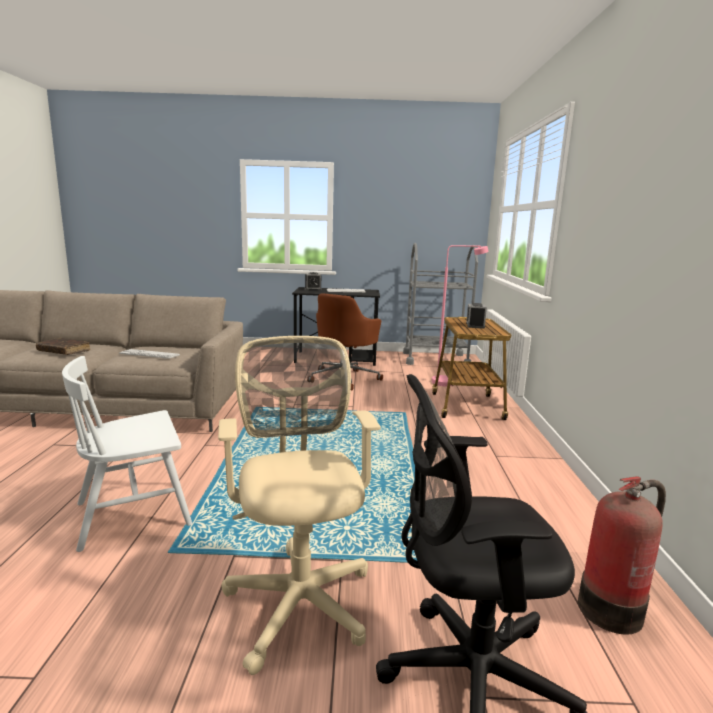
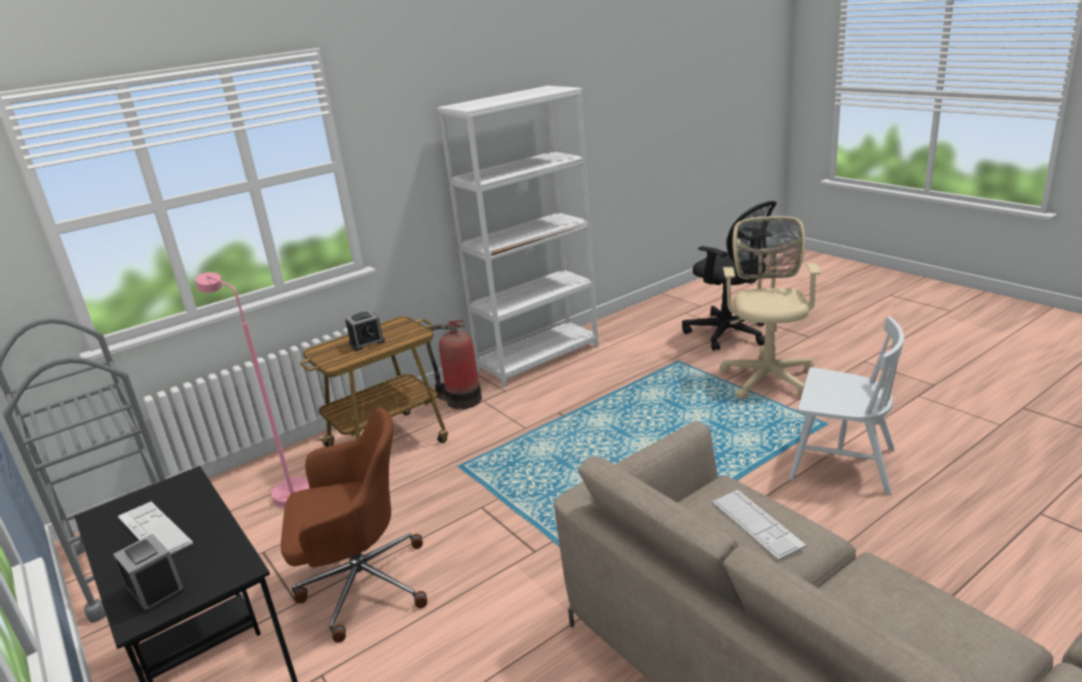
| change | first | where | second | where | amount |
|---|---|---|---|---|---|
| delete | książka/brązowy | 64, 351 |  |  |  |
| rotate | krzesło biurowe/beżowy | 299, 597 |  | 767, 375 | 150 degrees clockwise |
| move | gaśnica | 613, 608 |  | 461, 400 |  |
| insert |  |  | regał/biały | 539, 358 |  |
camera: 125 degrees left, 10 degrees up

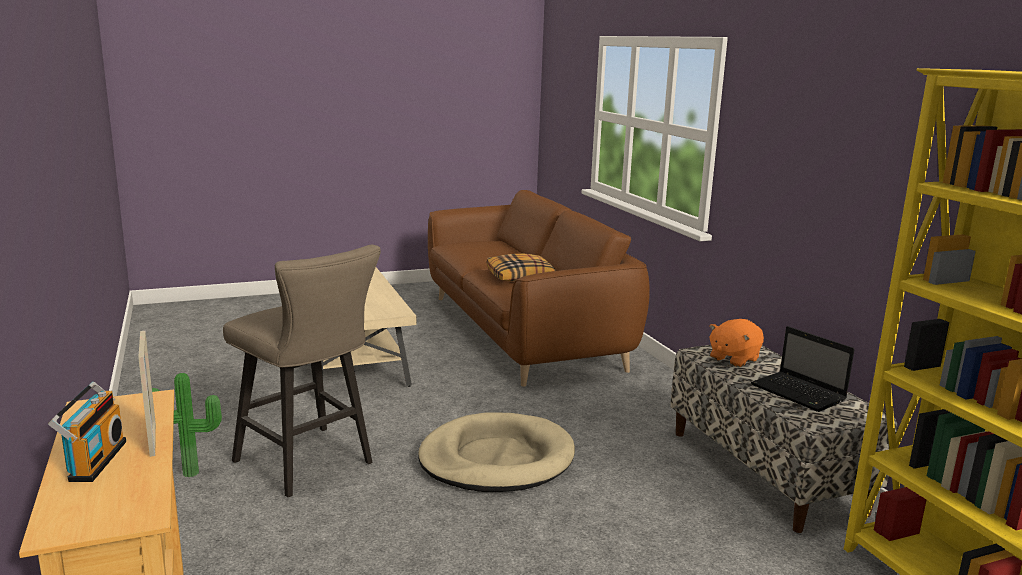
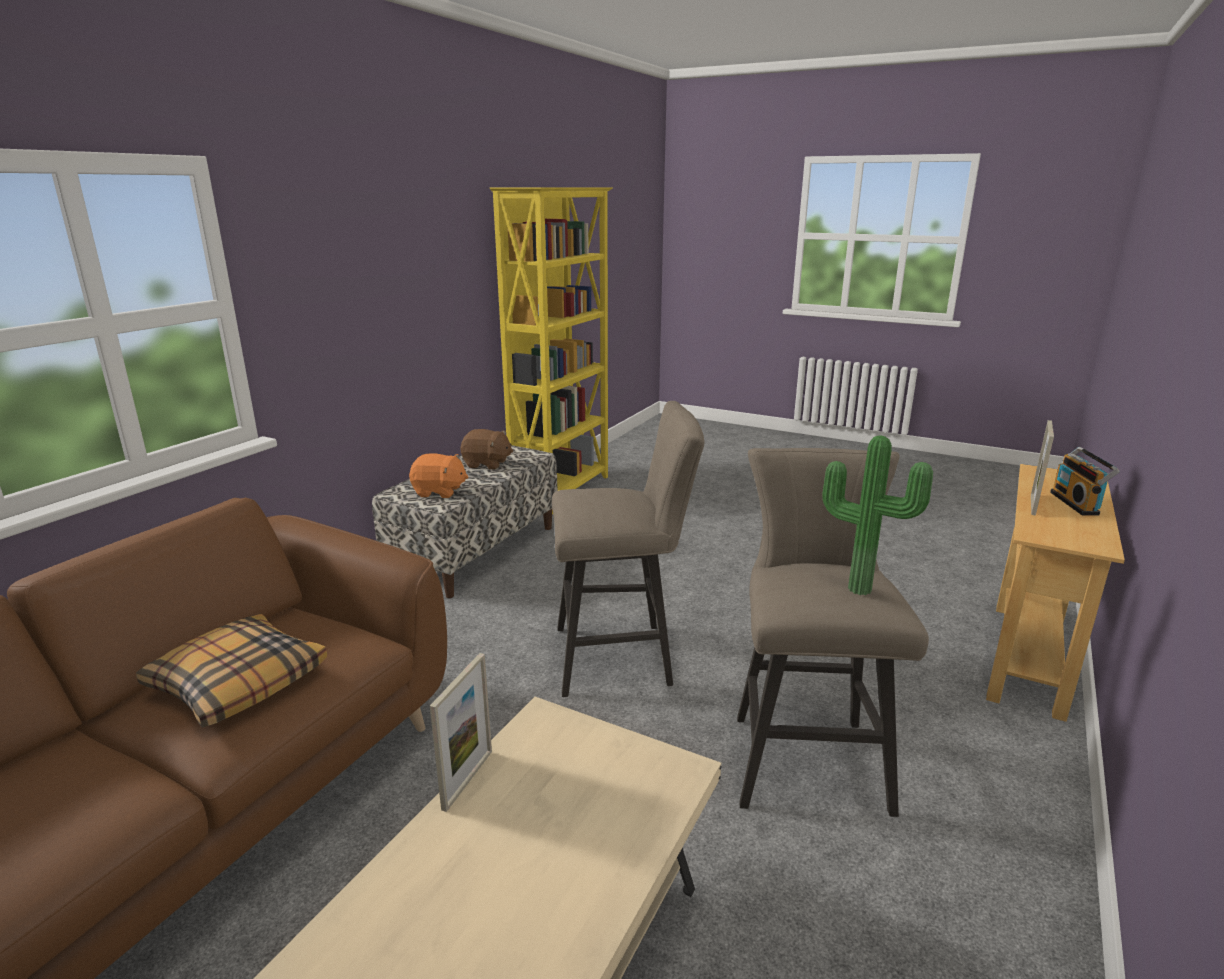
| change | first | where | second | where | amount |
|---|---|---|---|---|---|
| rotate | radio | 94, 461 |  | 1077, 503 | 45 degrees counterclockwise |
| move | roślina doniczkowa | 190, 474 |  | 860, 587 |  |
| replace | legowisko/beżowy | 496, 459 | stołek/beżowy | 622, 657 |  |
| replace | laptop | 800, 393 | pluszak/brązowy | 487, 464 |  |
| insert |  |  | ramka na zdjęcie | 467, 779 |  |
camera: 130 degrees left, 5 degrees up

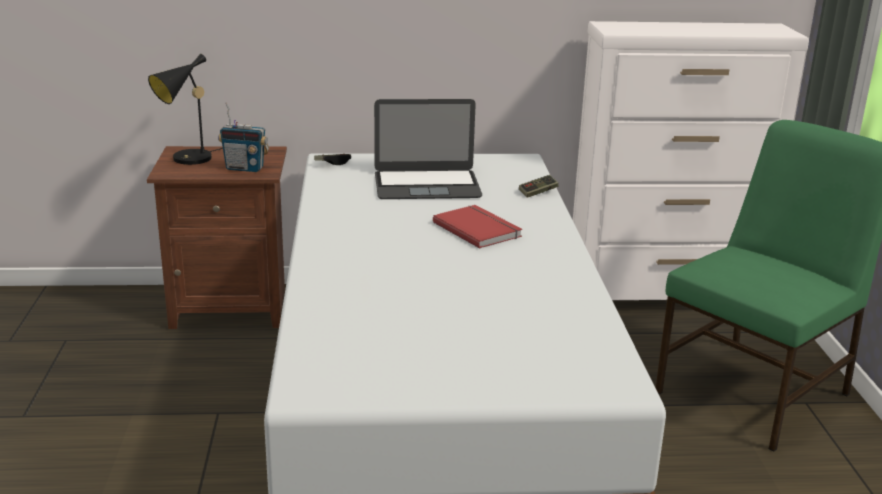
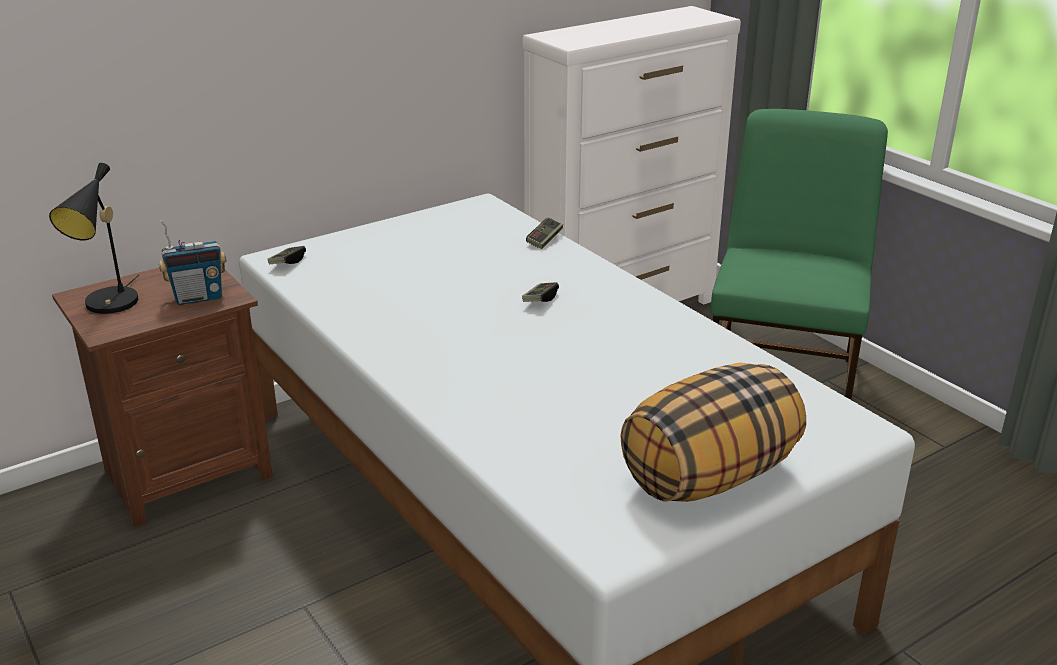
| change | first | where | second | where | amount |
|---|---|---|---|---|---|
| delete | laptop | 427, 185 |  |  |  |
| replace | książka/czerwony | 478, 229 | pad do gier | 540, 300 |  |
| insert |  |  | poduszka | 709, 476 |  |
camera: 30 degrees left, 5 degrees up

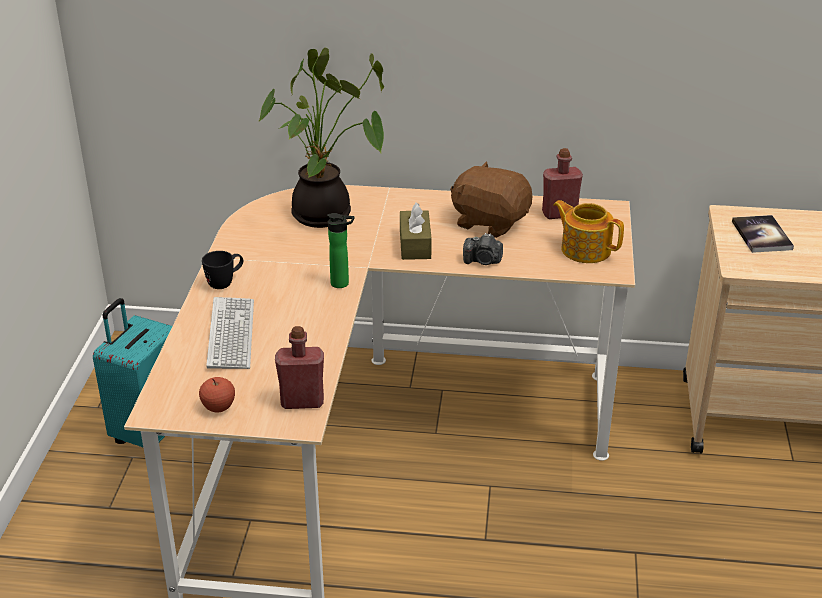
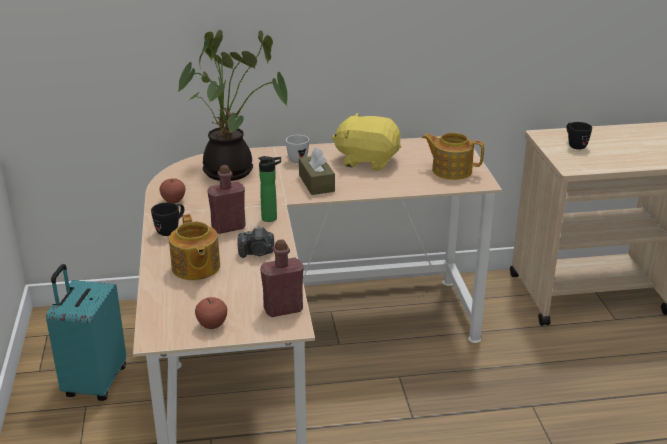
| change | first | where | second | where | amount |
|---|---|---|---|---|---|
| replace | klawiatura | 231, 334 | imbryk | 195, 268 |  |
| recolor | pluszak/brązowy | 490, 222 | pluszak/żółty | 367, 160 |  |
| move | aparat fotograficzny | 483, 261 |  | 257, 253 |  |
| move | butelka/czerwony | 559, 214 |  | 228, 227 |  |
| replace | książka | 761, 235 | kubek/czarny | 574, 145 |  |
| insert |  |  | jabłko | 173, 201 |  |
| insert |  |  | kubek/biały | 296, 159 |  |
camera: 15 degrees left, 5 degrees down

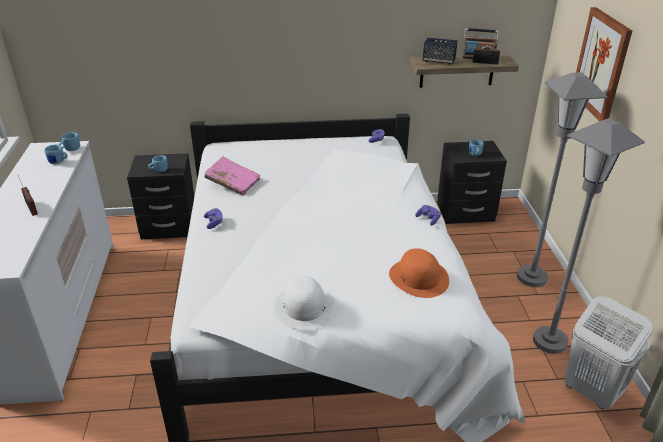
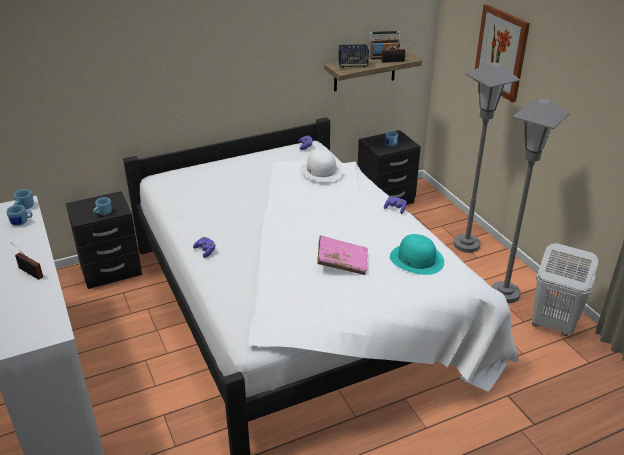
| change | first | where | second | where | amount |
|---|---|---|---|---|---|
| move | książka/różowy | 233, 183 |  | 342, 263 |  |
| move | kapelusz/biały | 304, 307 |  | 321, 171 |  |
| recolor | kapelusz/pomarańczowy | 419, 278 | kapelusz/turkusowy | 417, 259 |  |
camera: 20 degrees left, 0 degrees up

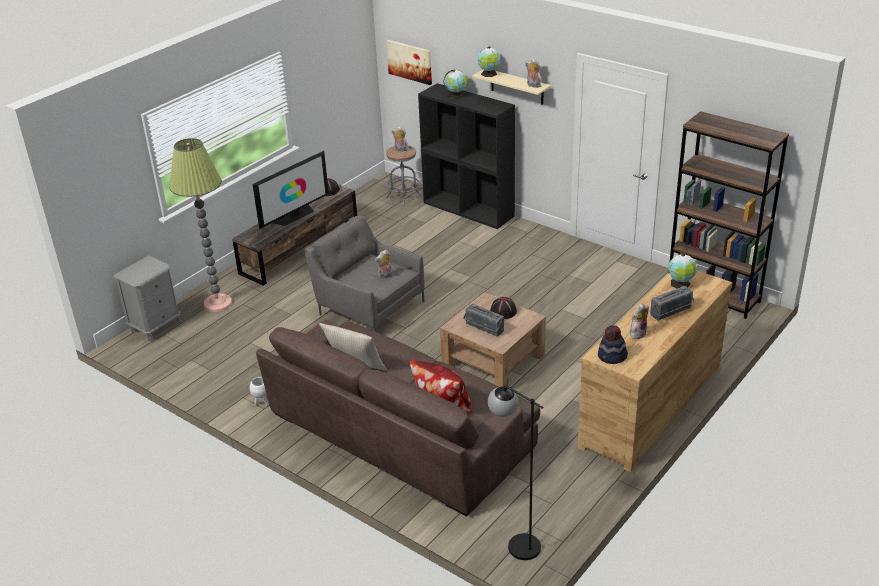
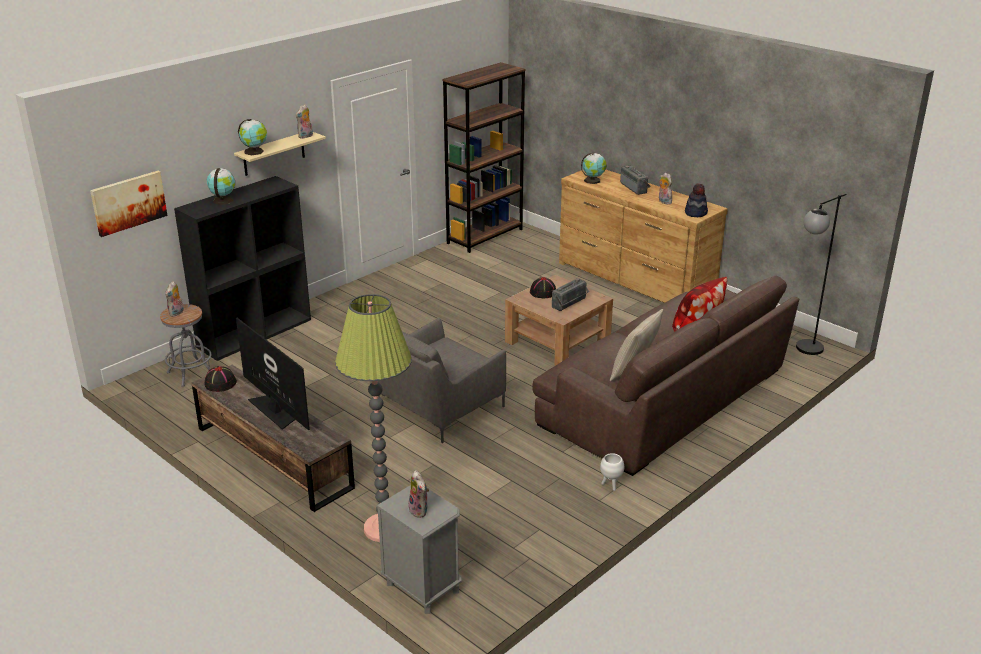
| change | first | where | second | where | amount |
|---|---|---|---|---|---|
| move | pluszak | 385, 276 |  | 420, 510 |  |
camera: 85 degrees left, 5 degrees down

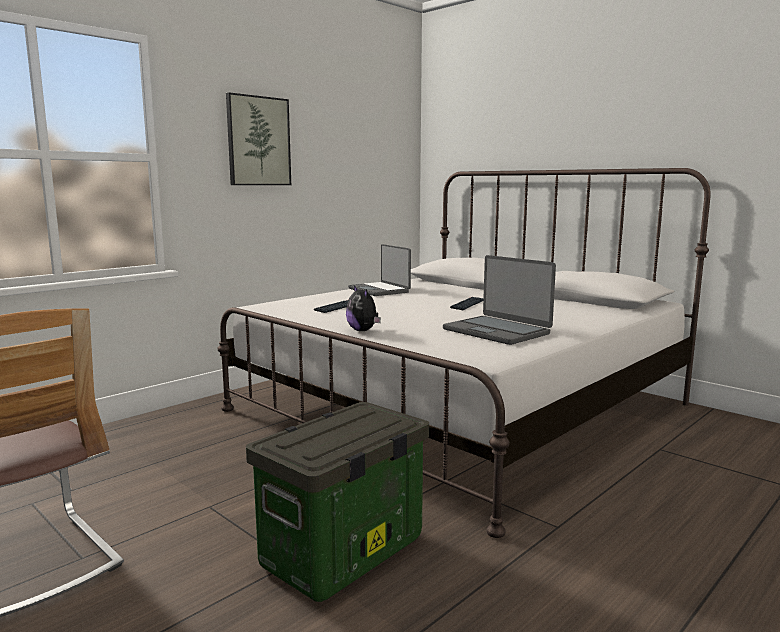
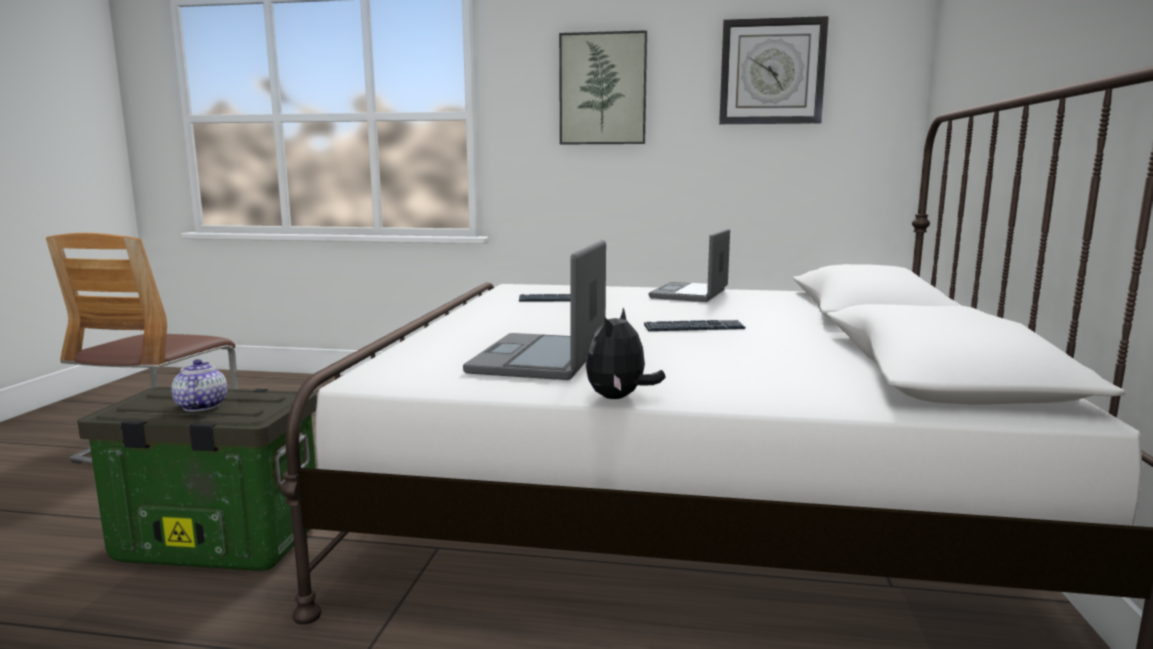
| change | first | where | second | where | amount |
|---|---|---|---|---|---|
| move | pluszak | 363, 330 |  | 619, 398 |  |
| insert |  |  | imbryk | 201, 406 |  |
| insert |  |  | zegar ścienny | 772, 72 |  |
camera: 55 degrees right, 0 degrees up

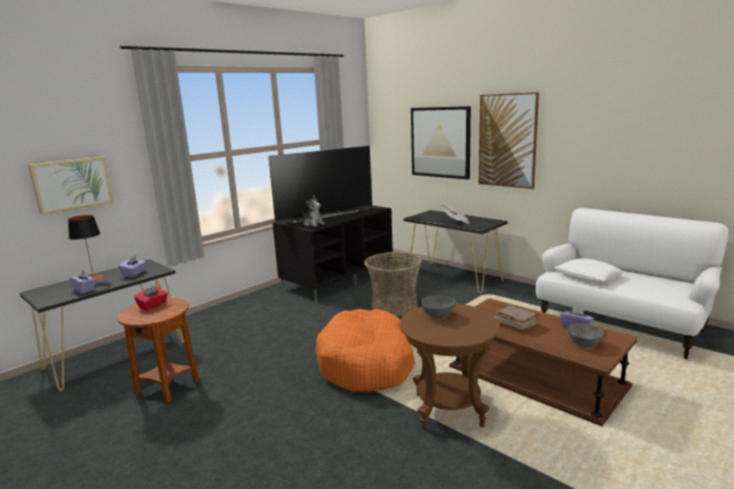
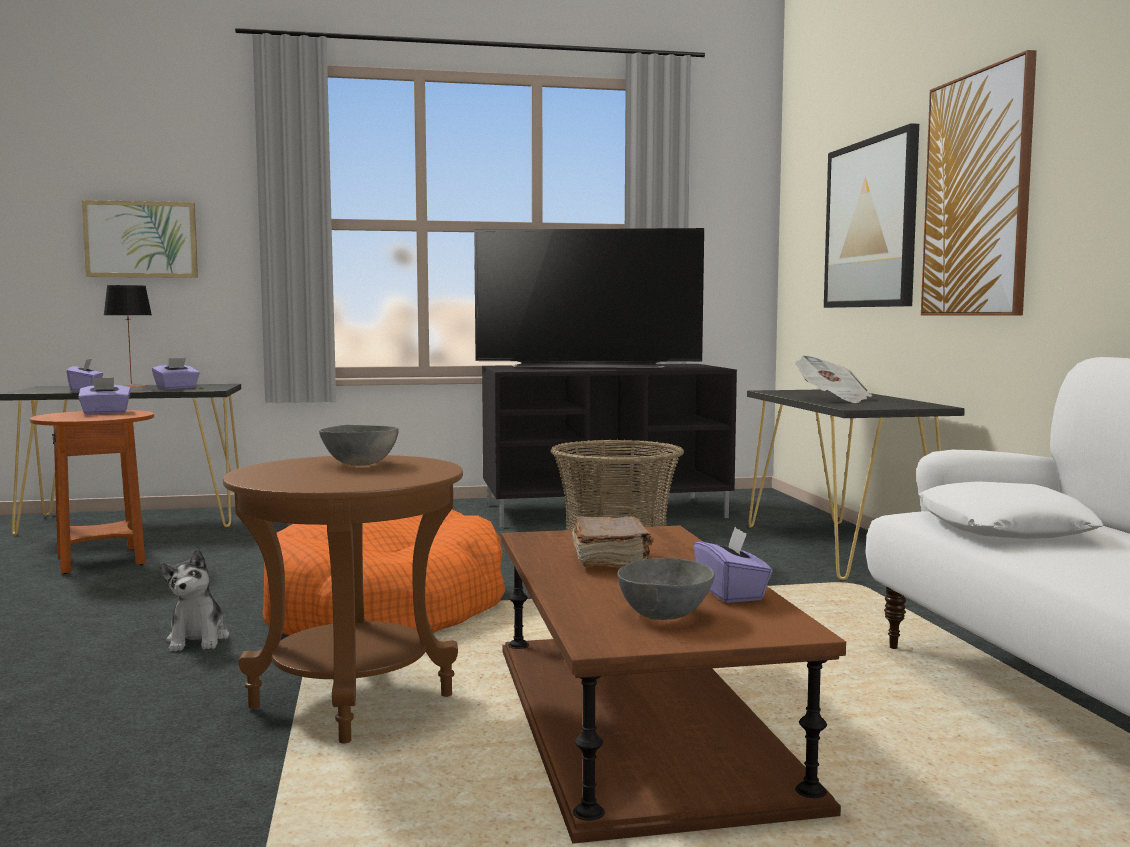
| change | first | where | second | where | amount |
|---|---|---|---|---|---|
| recolor | pudełko chusteczek/czerwony | 153, 306 | pudełko chusteczek/fioletowy | 105, 413 |  |
| move | pluszak | 313, 224 |  | 198, 639 |  |
camera: 35 degrees right, 10 degrees down

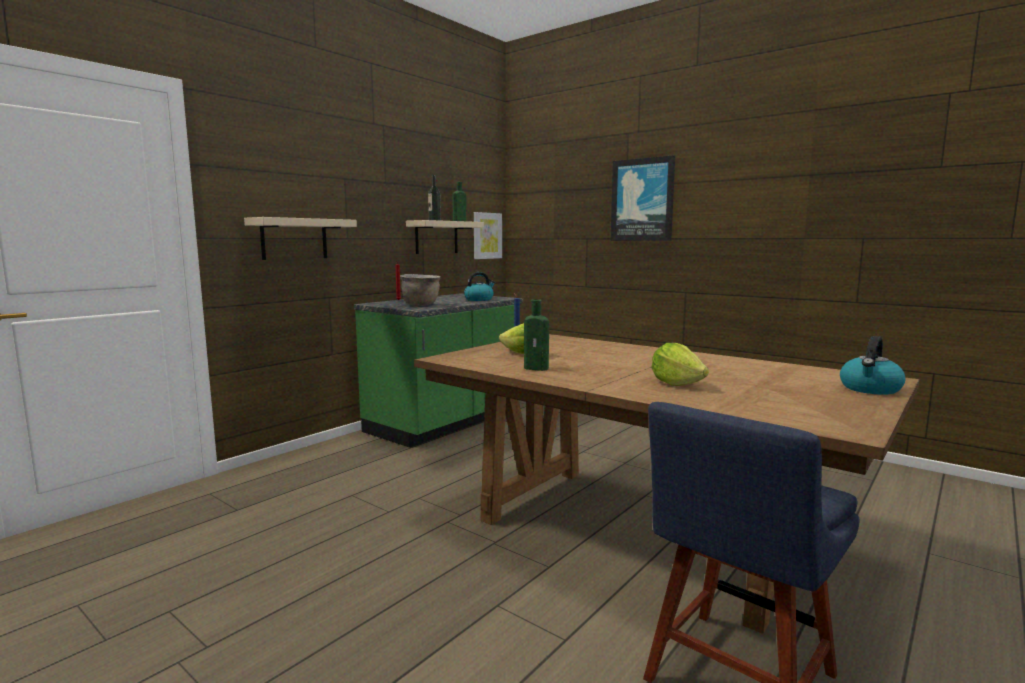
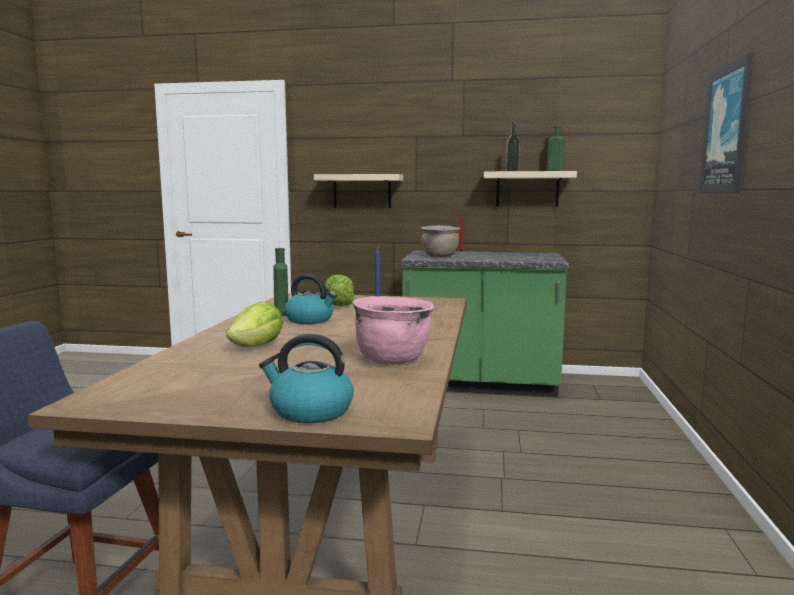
| change | first | where | second | where | amount |
|---|---|---|---|---|---|
| move | czajnik | 479, 299 |  | 310, 320 |  |
| delete | obraz | 487, 235 |  |  |  |
| insert |  |  | garnek/różowy | 393, 360 |  |
camera: 60 degrees right, 0 degrees up

